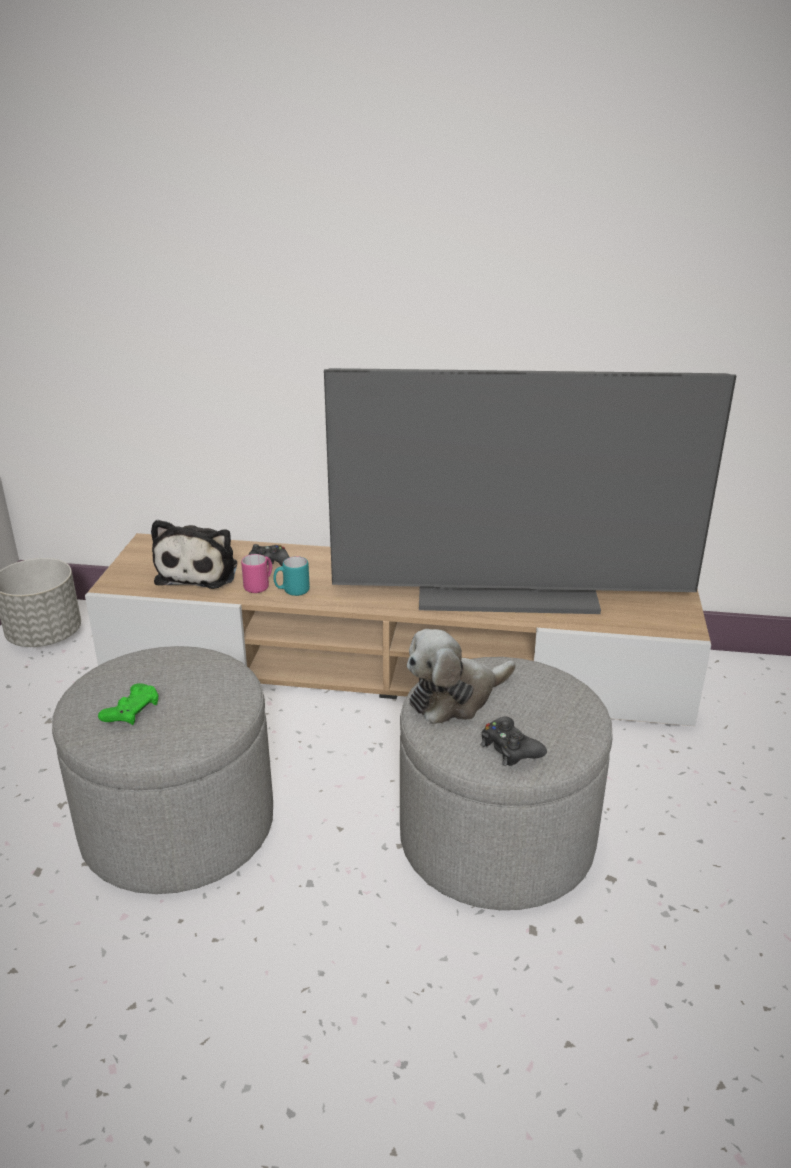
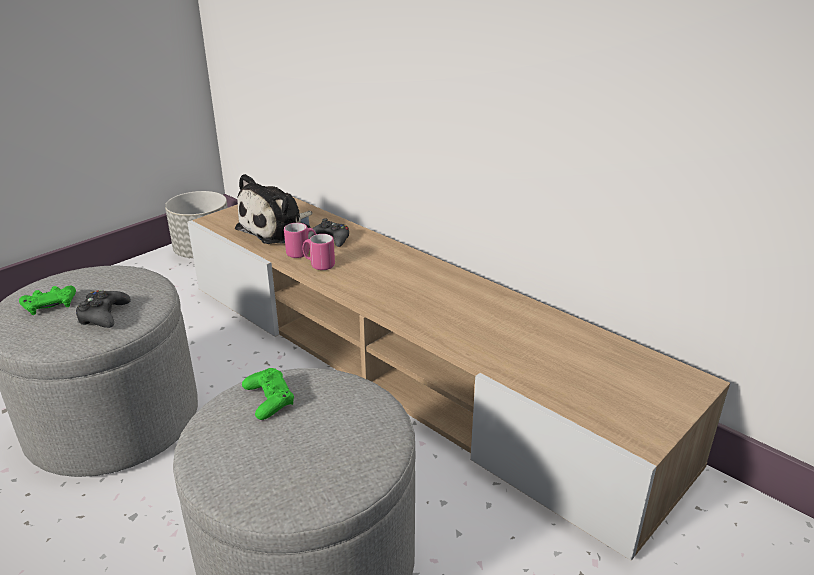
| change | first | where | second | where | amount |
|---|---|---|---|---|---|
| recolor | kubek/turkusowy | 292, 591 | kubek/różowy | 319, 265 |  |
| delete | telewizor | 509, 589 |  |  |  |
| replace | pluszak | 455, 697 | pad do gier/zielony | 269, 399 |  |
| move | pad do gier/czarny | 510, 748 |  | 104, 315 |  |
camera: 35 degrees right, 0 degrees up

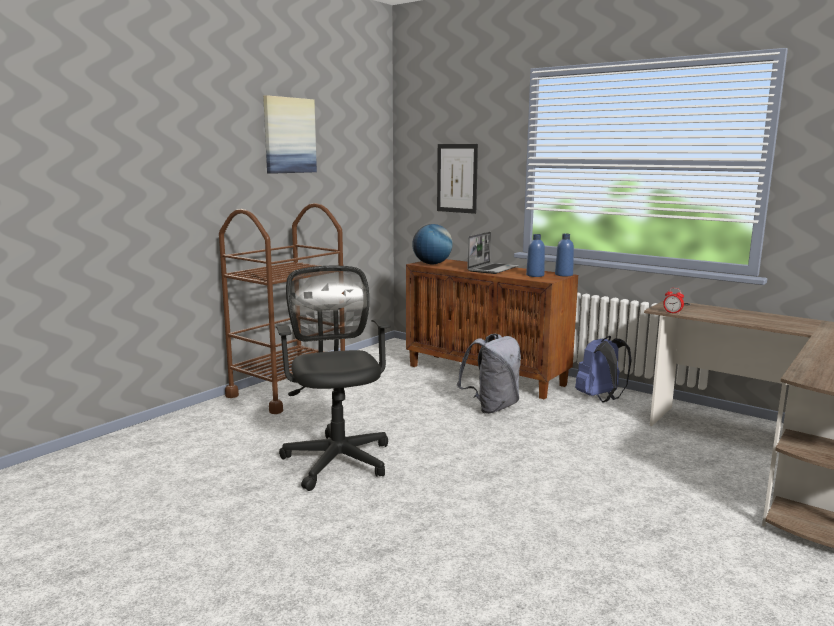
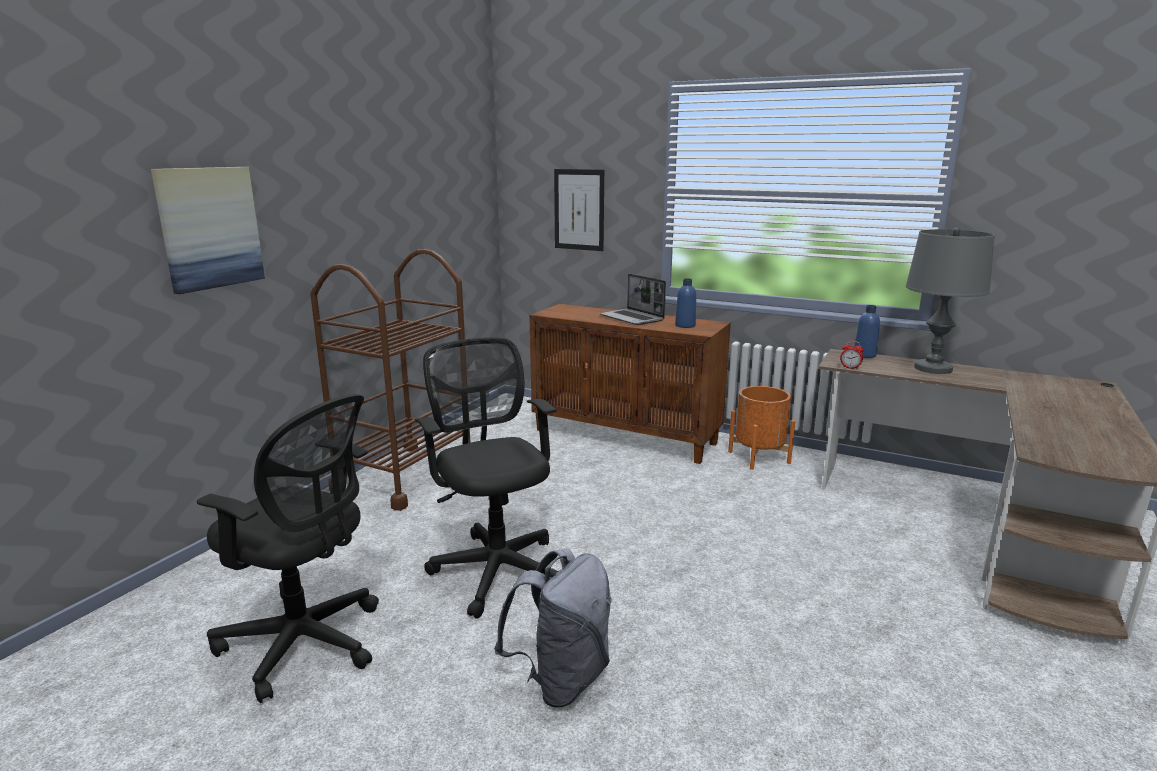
| change | first | where | second | where | amount |
|---|---|---|---|---|---|
| move | obraz | 289, 135 |  | 209, 228 |  |
| delete | globus | 432, 264 |  |  |  |
| move | plecak/szary | 492, 407 |  | 561, 679 |  |
| rotate | laptop | 492, 269 |  | 633, 318 | 120 degrees clockwise |
| move | butelka/niebieski | 563, 275 |  | 864, 355 |  |
| replace | plecak/niebieski | 601, 398 | donica/pomarańczowy | 759, 457 |  |
| insert |  |  | krzesło biurowe/czarny | 307, 644 |  |
| insert |  |  | lampa stołowa/szary | 933, 368 |  |
camera: 10 degrees left, 5 degrees up

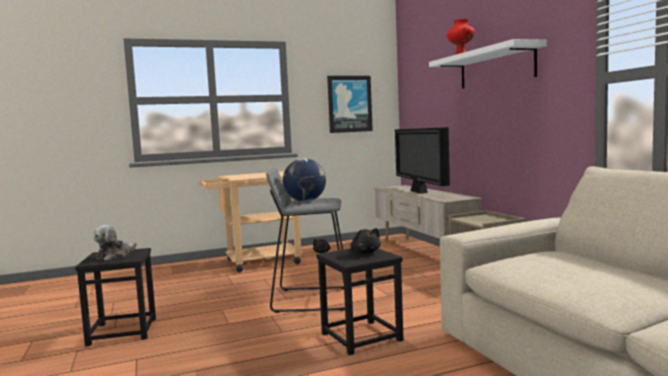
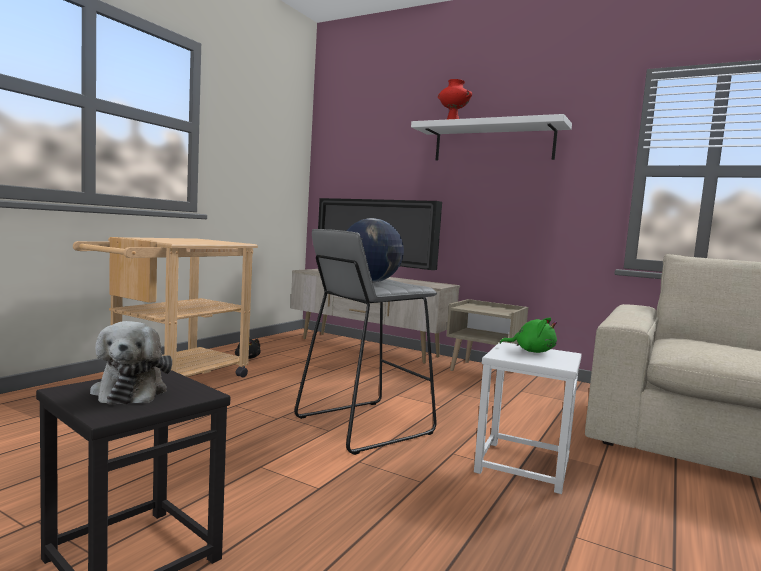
| change | first | where | second | where | amount |
|---|---|---|---|---|---|
| recolor | stołek/czarny | 361, 337 | stołek/biały | 522, 465 |  |
| delete | obraz | 349, 104 |  |  |  |
| recolor | pluszak/czarny | 365, 253 | pluszak/zielony | 531, 351 |  |
camera: 40 degrees left, 0 degrees up

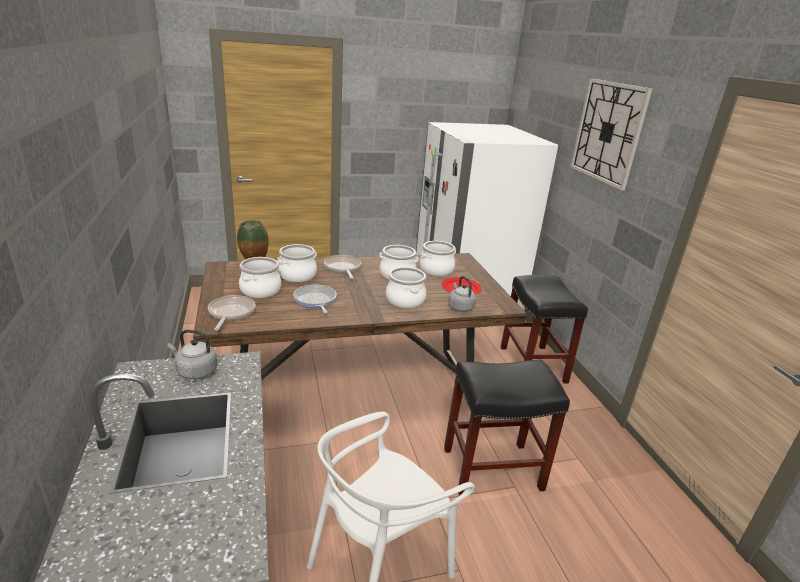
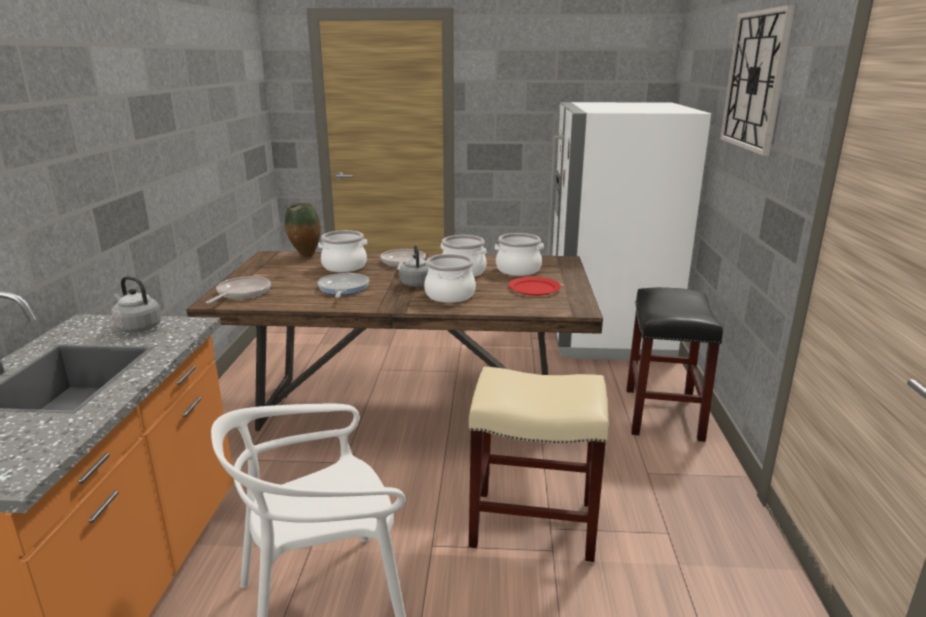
| change | first | where | second | where | amount |
|---|---|---|---|---|---|
| delete | garnek | 261, 290 |  |  |  |
| recolor | stołek/czarny | 491, 469 | stołek/beżowy | 531, 525 |  |
| move | czajnik/szary | 460, 307 |  | 416, 283 |  |
camera: 20 degrees right, 5 degrees down

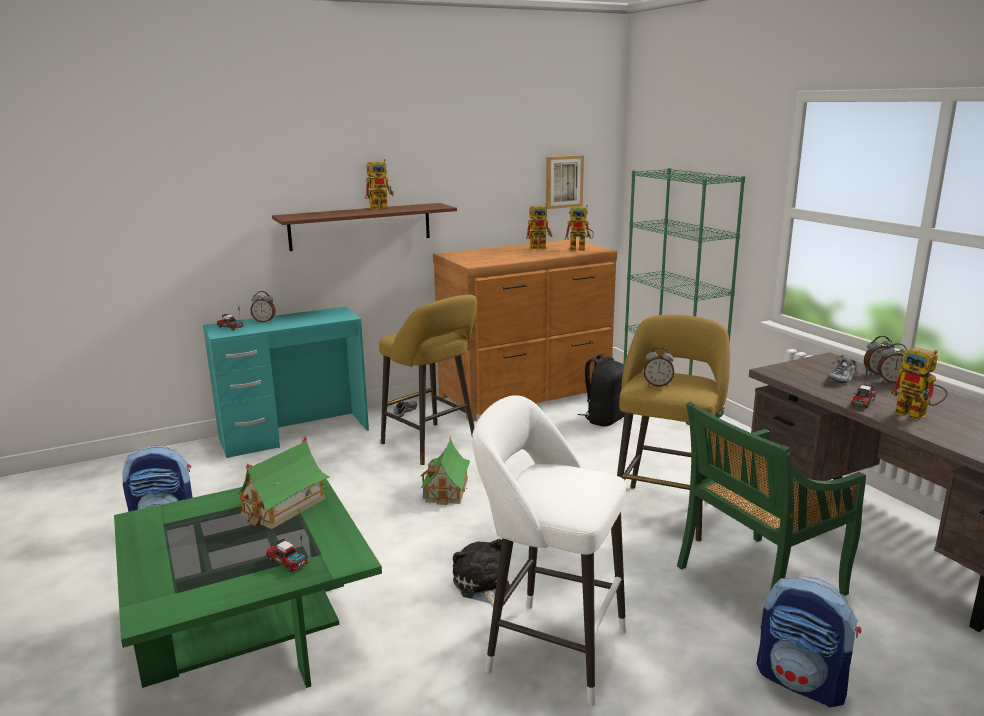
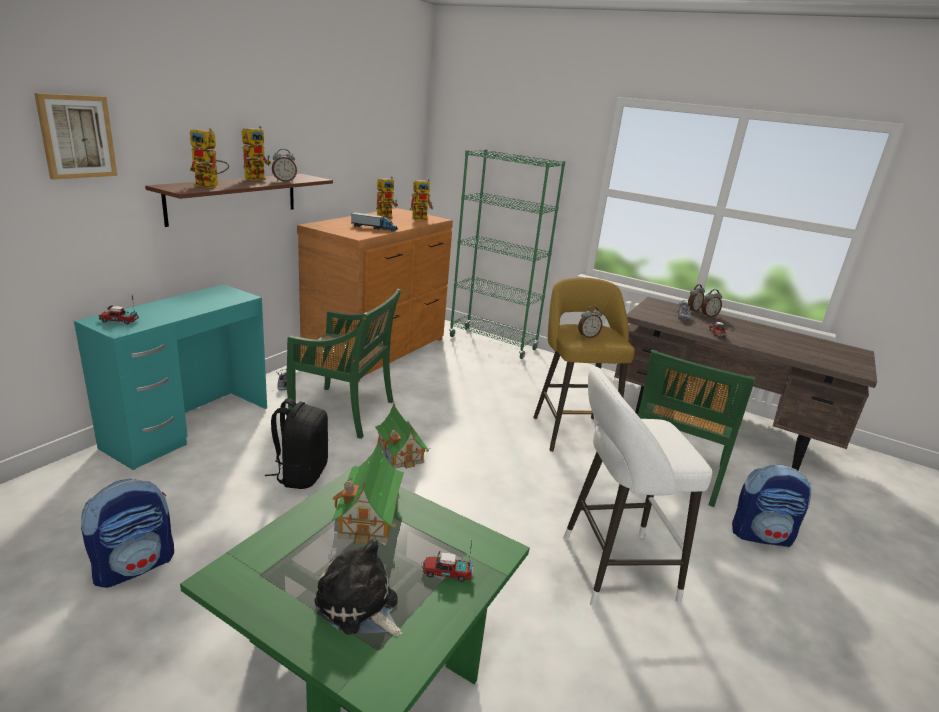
| change | first | where | second | where | amount |
|---|---|---|---|---|---|
| move | budzik | 264, 321 |  | 284, 181 |  |
| replace | stołek/żółty | 432, 445 | krzesło/zielony | 344, 412 |  |
| move | pluszak | 482, 585 |  | 359, 606 |  |
| move | obraz | 563, 181 |  | 76, 136 |  |
| move | plecak/czarny | 605, 419 |  | 301, 474 |  |
| move | robot zabawkowy | 917, 416 |  | 211, 186 |  |
| insert |  |  | ciężarówka zabawkowa | 374, 228 |  |
camera: 35 degrees left, 5 degrees up

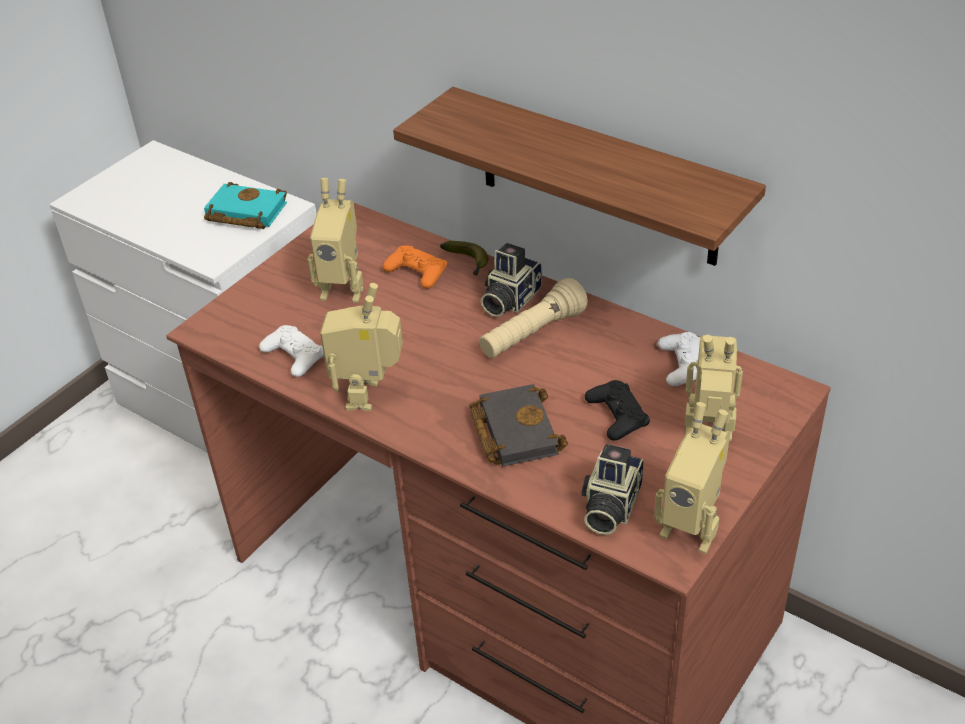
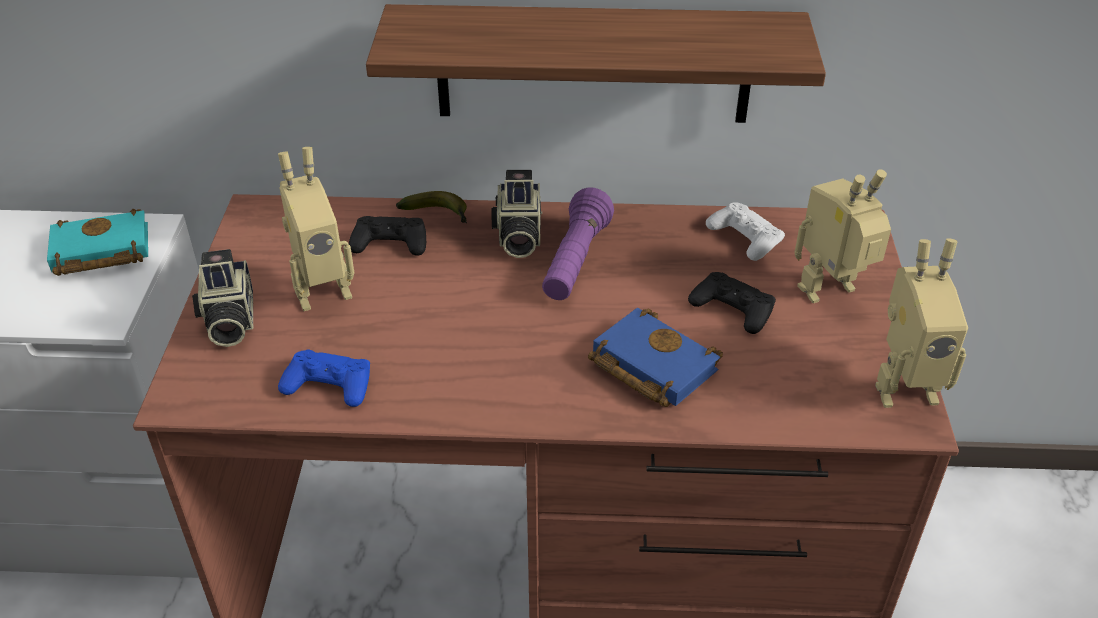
| change | first | where | second | where | amount |
|---|---|---|---|---|---|
| recolor | pad do gier/biały | 294, 356 | pad do gier/niebieski | 328, 384 |  |
| delete | robot zabawkowy | 370, 395 |  |  |  |
| recolor | pad do gier/pomarańczowy | 416, 272 | pad do gier/czarny | 390, 242 |  |
| recolor | książka/czarny | 513, 430 | książka/niebieski | 648, 365 |  |
| recolor | latarka/beżowy | 532, 335 | latarka/fioletowy | 575, 262 |  |
| move | aparat fotograficzny | 609, 506 |  | 228, 321 |  |
camera: 35 degrees left, 0 degrees up

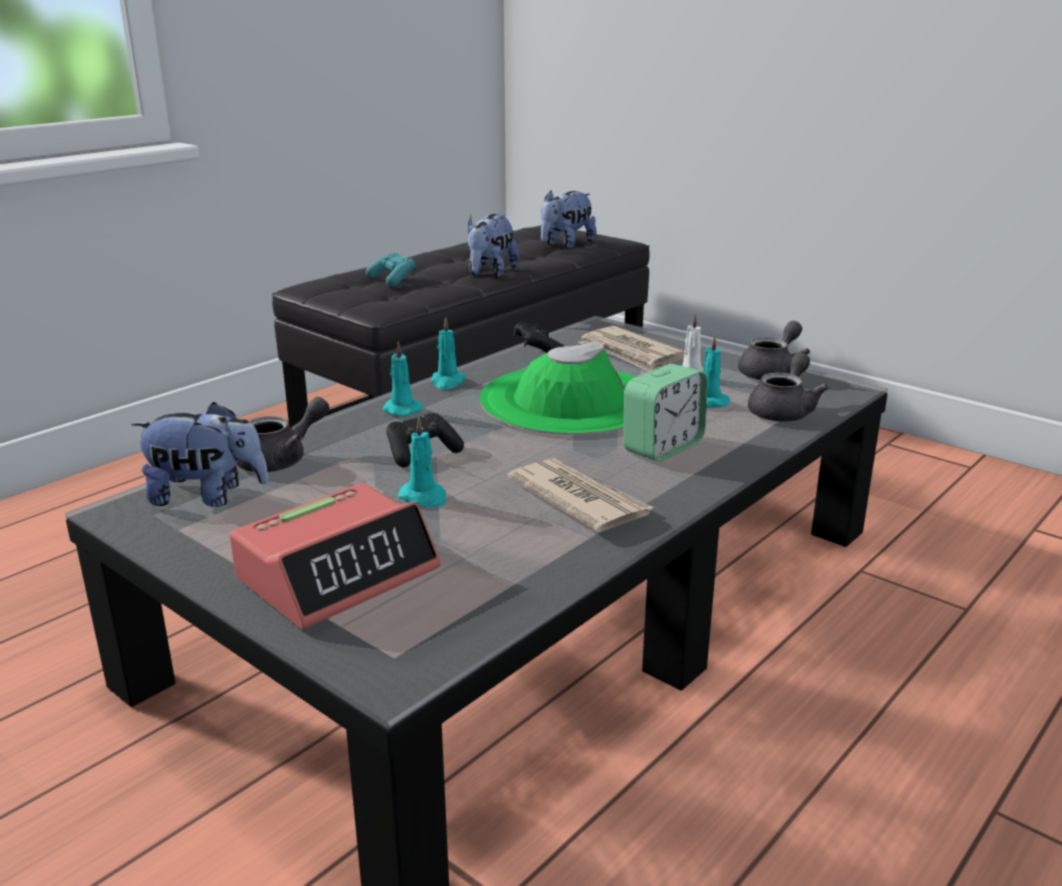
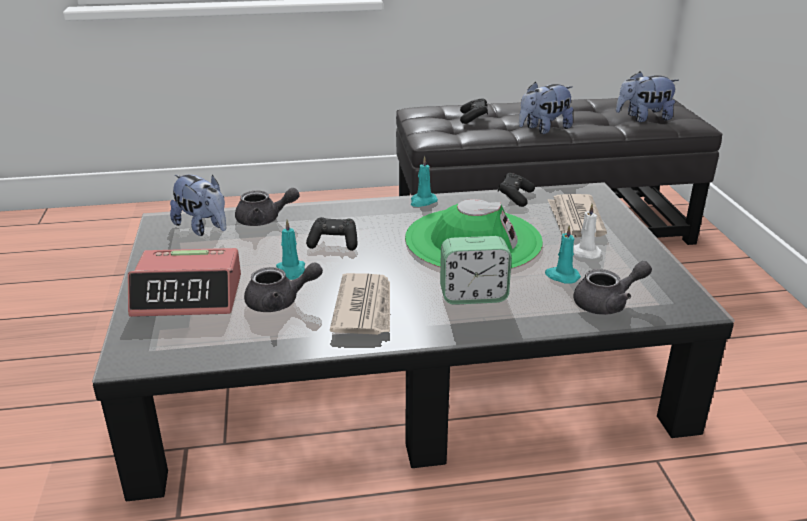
| change | first | where | second | where | amount |
|---|---|---|---|---|---|
| recolor | pad do gier/turkusowy | 393, 280 | pad do gier/czarny | 473, 118 |  |
| delete | świeca/turkusowy | 401, 410 |  |  |  |
| move | imbryk/szary | 772, 372 |  | 280, 302 |  |
camera: 40 degrees right, 5 degrees up

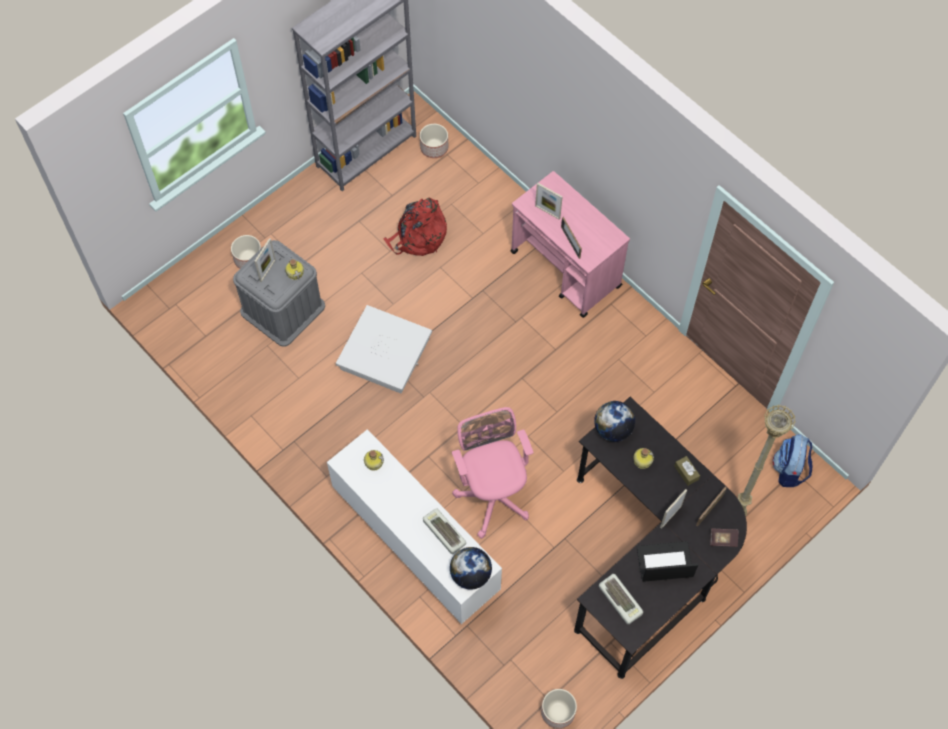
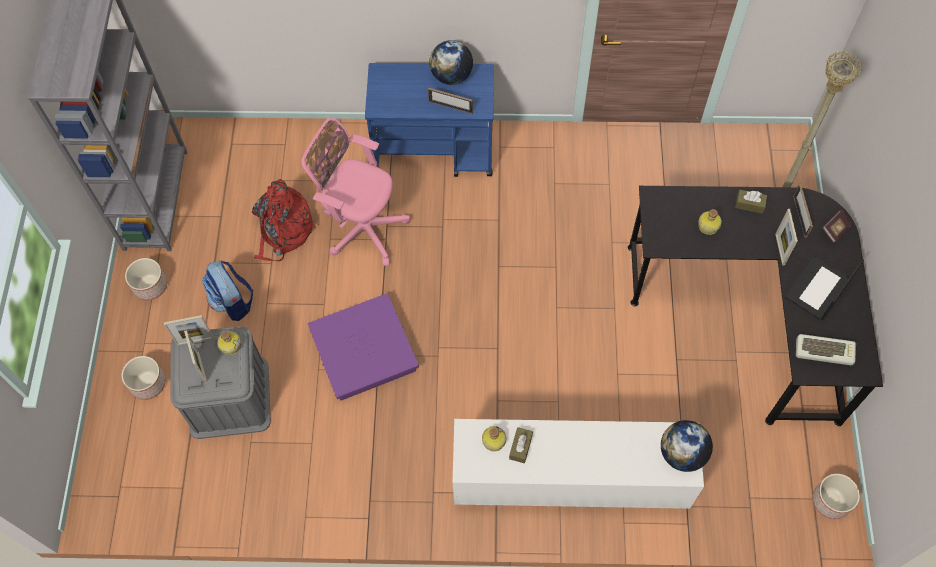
| change | first | where | second | where | amount |
|---|---|---|---|---|---|
| recolor | pojemnik do przechowywania/biały | 385, 353 | pojemnik do przechowywania/fioletowy | 364, 351 |  |
| move | donica | 434, 147 |  | 150, 285 |  |
| delete | klawiatura | 443, 532 |  |  |  |
| move | krzesło biurowe/różowy | 492, 493 |  | 362, 227 |  |
| recolor | wózek/różowy | 566, 270 | wózek/niebieski | 435, 151 |  |
| move | ramka na zdjęcie | 547, 212 |  | 195, 340 |  |
| move | globus | 613, 429 |  | 451, 76 |  |
| move | plecak | 789, 470 |  | 233, 302 |  |
| insert |  |  | pudełko chusteczek/brązowy | 520, 447 |  |
camera: 45 degrees left, 0 degrees up

